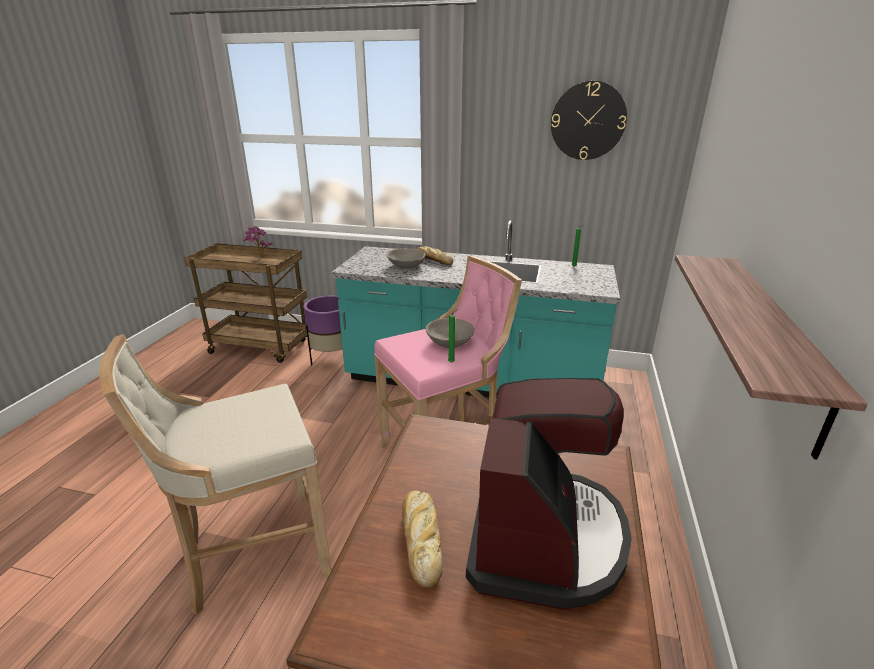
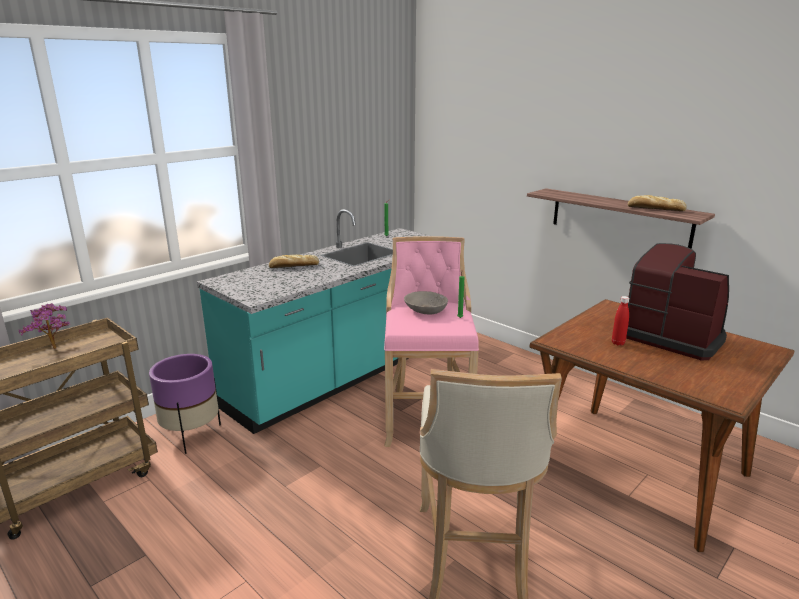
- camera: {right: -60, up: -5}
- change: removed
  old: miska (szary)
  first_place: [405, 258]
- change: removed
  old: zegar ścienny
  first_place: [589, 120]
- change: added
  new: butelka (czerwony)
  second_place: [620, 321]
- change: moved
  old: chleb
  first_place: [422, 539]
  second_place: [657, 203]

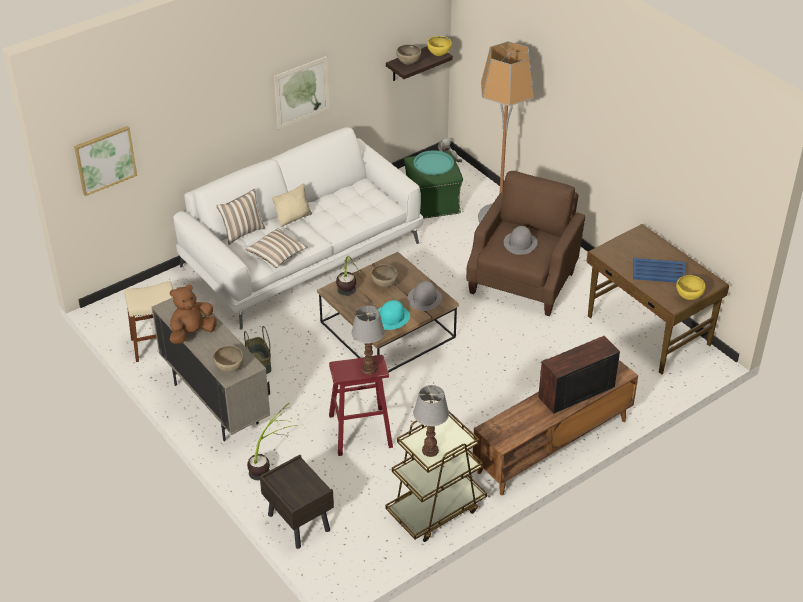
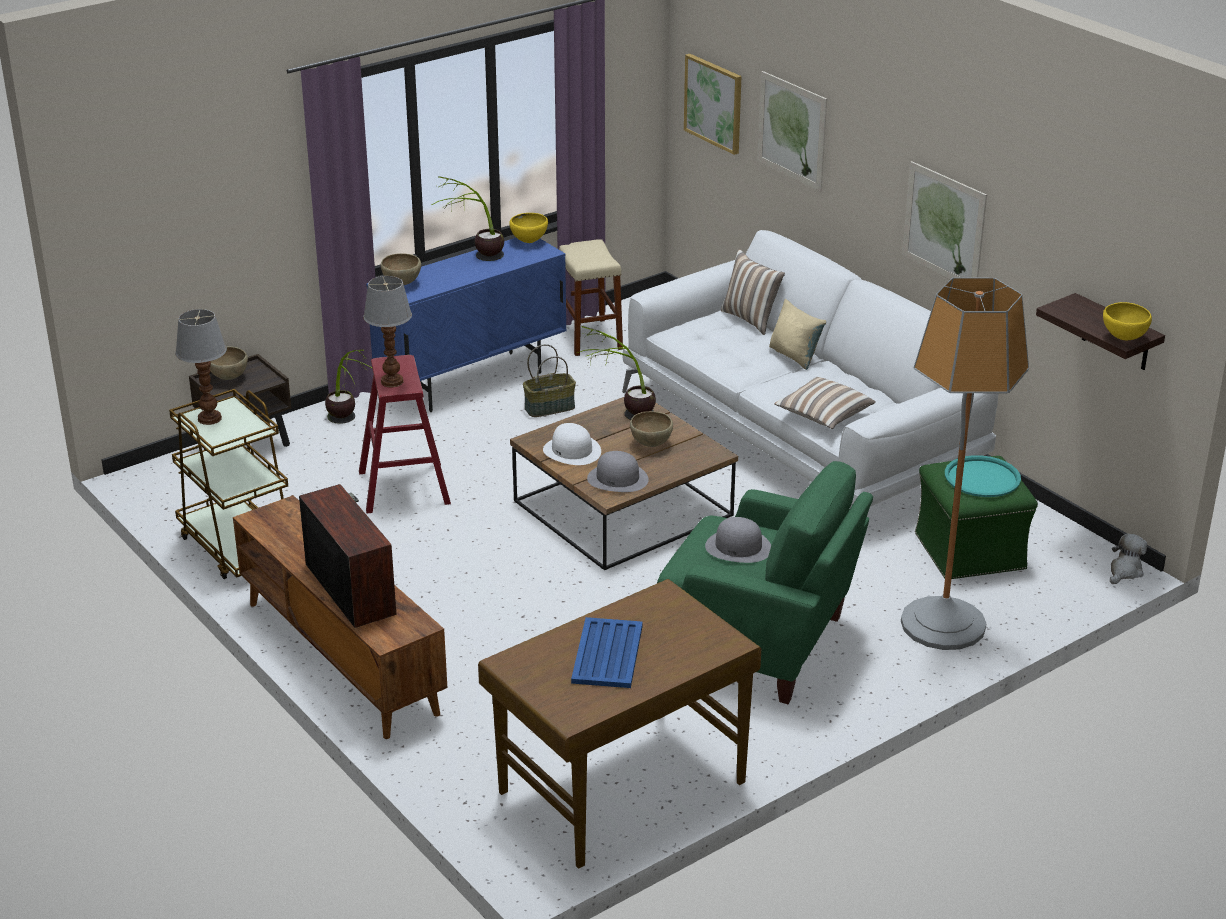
- camera: {right: 90, up: -10}
- change: added
  new: obraz
  second_place: [792, 131]
- change: moved
  old: poduszka
  first_place: [276, 248]
  second_place: [825, 403]
- change: moved
  old: miska (brązowy)
  first_place: [408, 54]
  second_place: [228, 363]
- change: moved
  old: miska (żółty)
  first_place: [691, 287]
  second_place: [528, 228]
- change: replaced
  old: pluszak (brązowy)
  new: roślina doniczkowa
  first_place: [193, 314]
  second_place: [468, 218]
- change: recoloured
  old: szafka (beżowy)
  new: szafka (niebieski)
  first_place: [210, 368]
  second_place: [466, 325]
- change: recoloured
  old: kapelusz (turkusowy)
  new: kapelusz (biały)
  first_place: [394, 315]
  second_place: [572, 444]
- change: recoloured
  old: fotel (brązowy)
  new: fotel (zielony)
  first_place: [525, 243]
  second_place: [765, 582]

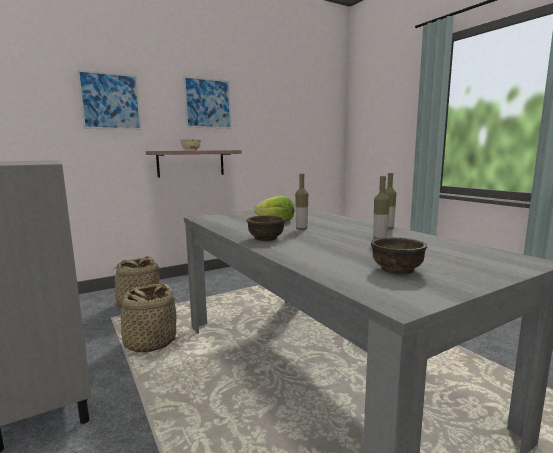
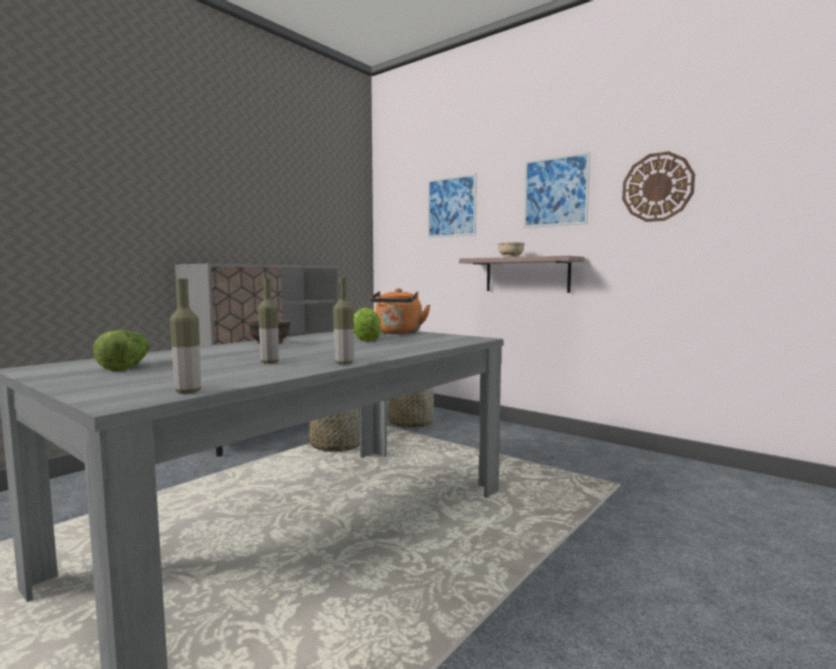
- camera: {right: 70, up: -5}
- change: added
  new: czajnik (pomarańczowy)
  second_place: [400, 311]
- change: added
  new: zegar ścienny
  second_place: [658, 186]
- change: moved
  old: butelka
  first_place: [301, 202]
  second_place: [185, 336]
- change: replaced
  old: miska (brązowy)
  new: sałata
  first_place: [399, 255]
  second_place: [121, 350]

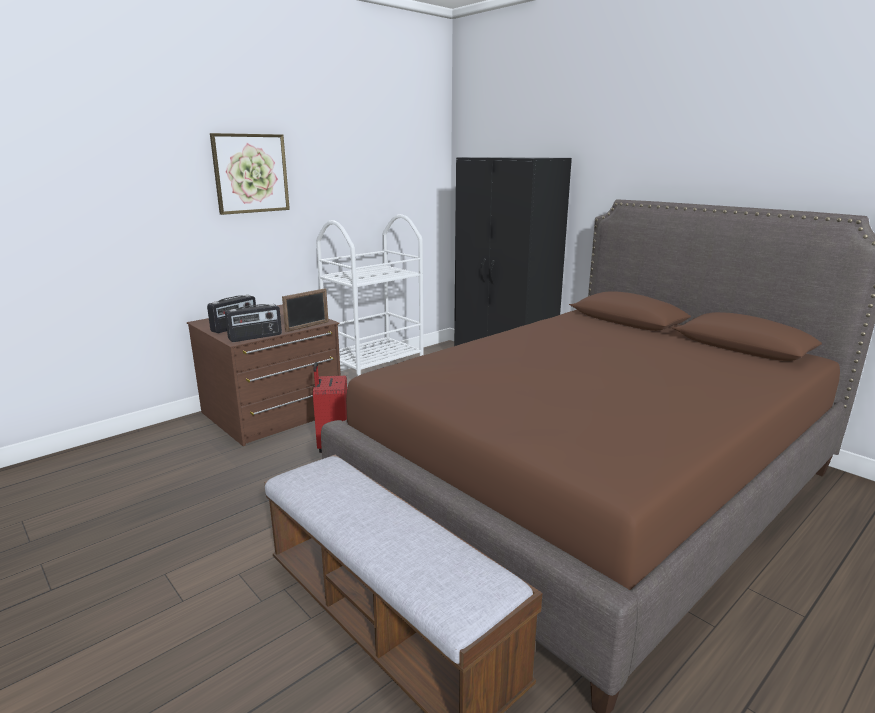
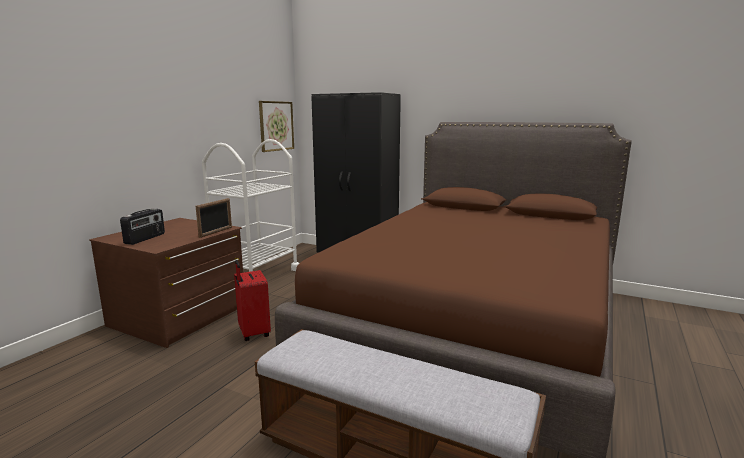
- camera: {right: -20, up: -5}
- change: removed
  old: radio
  first_place: [253, 323]
- change: moved
  old: obraz
  first_place: [250, 174]
  second_place: [276, 126]

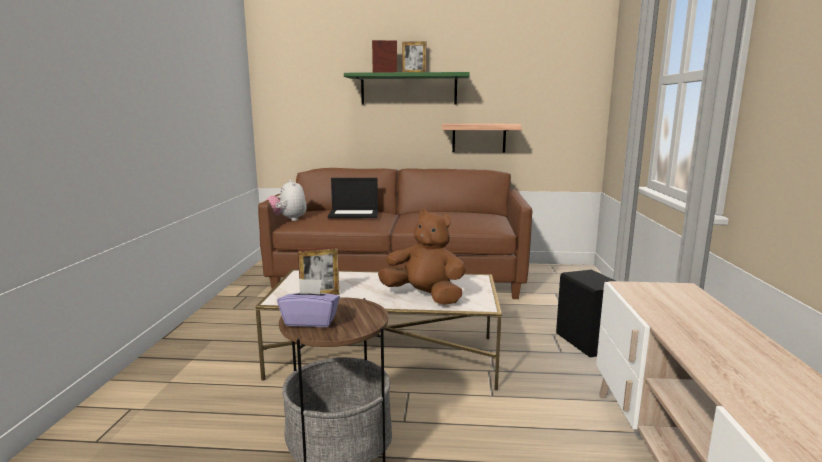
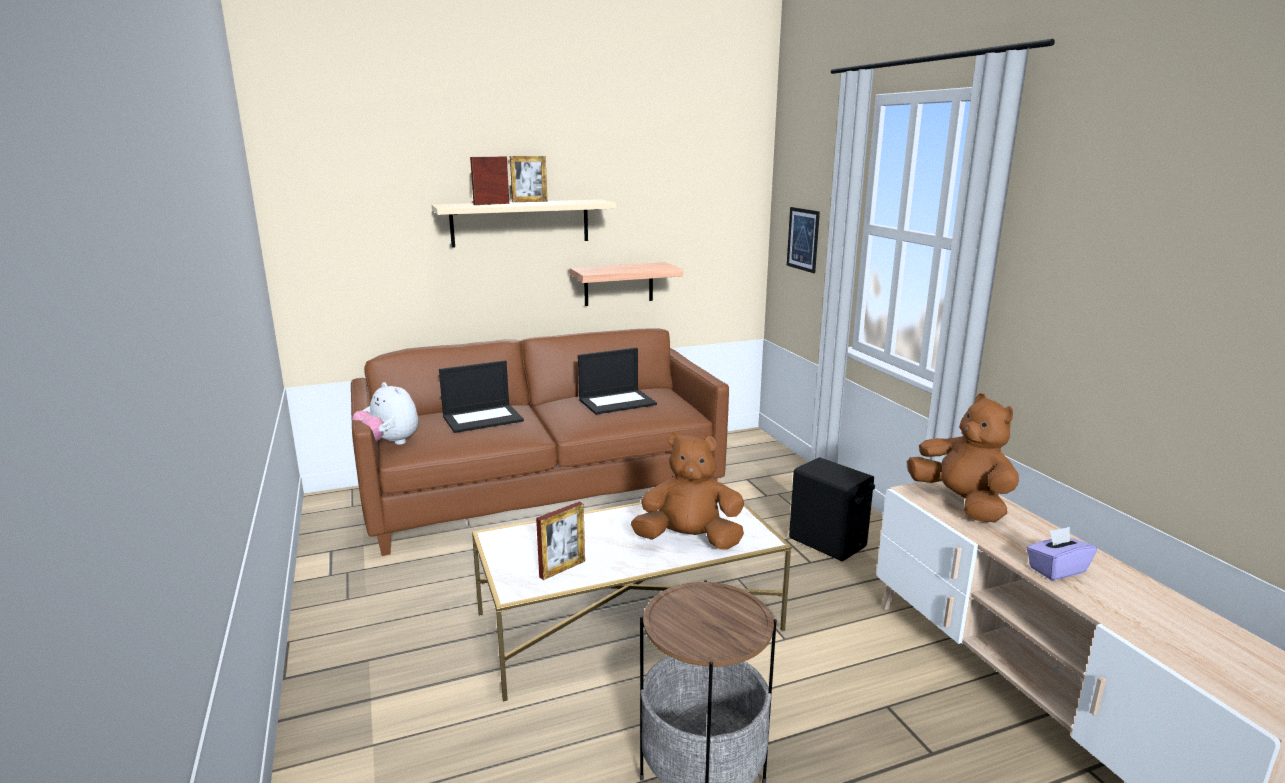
- camera: {right: -25, up: 5}
- change: added
  new: laptop
  second_place: [617, 380]
- change: added
  new: obraz
  second_place: [803, 240]
- change: added
  new: pluszak (brązowy)
  second_place: [963, 458]
- change: moved
  old: pudełko chusteczek (fioletowy)
  first_place: [308, 303]
  second_place: [1061, 553]
- change: recoloured
  old: półka (zielony)
  new: półka (beżowy)
  first_place: [407, 88]
  second_place: [524, 223]

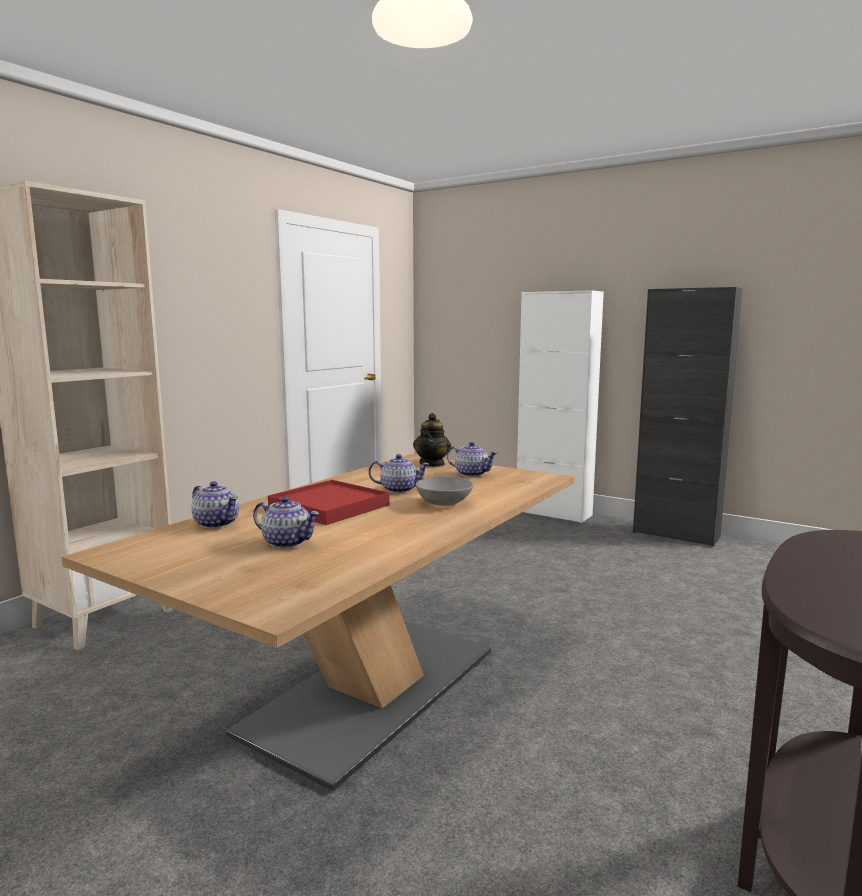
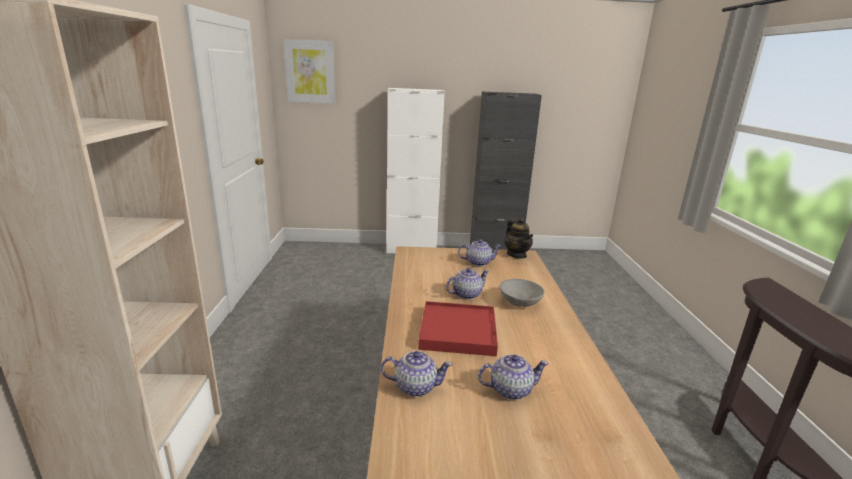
- camera: {right: -35, up: 10}
- change: added
  new: obraz
  second_place: [309, 71]
- change: moved
  old: imbryk
  first_place: [432, 440]
  second_place: [519, 238]

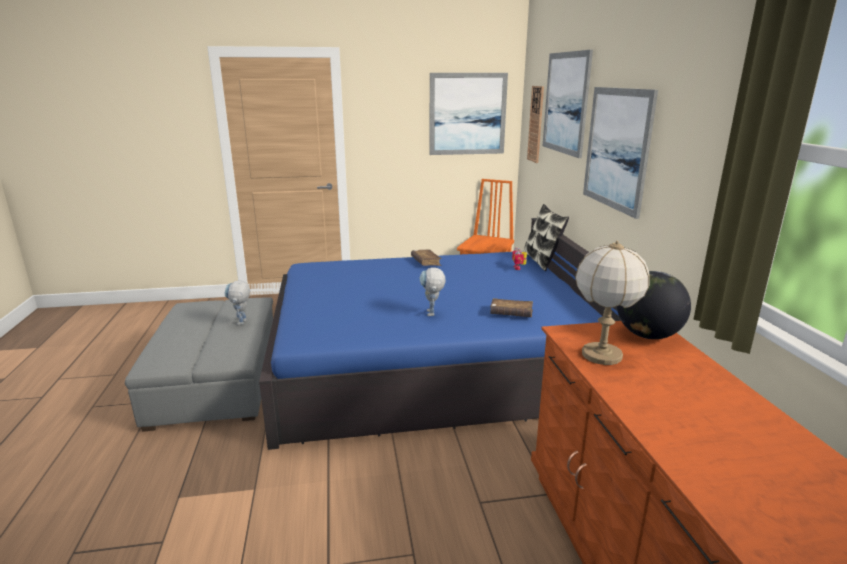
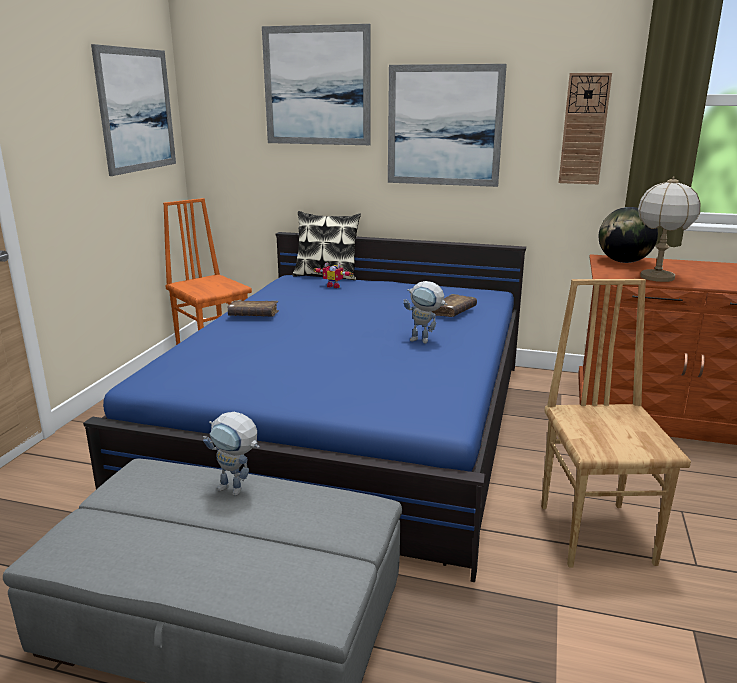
- camera: {right: -65, up: 0}
- change: added
  new: krzesło (brązowy)
  second_place: [616, 423]
- change: moved
  old: zegar ścienny
  first_place: [535, 124]
  second_place: [585, 128]

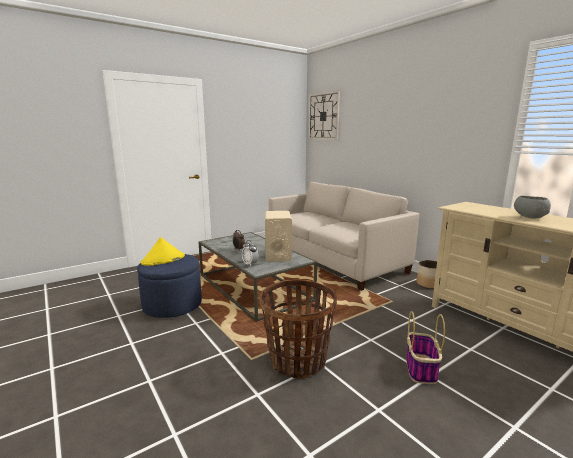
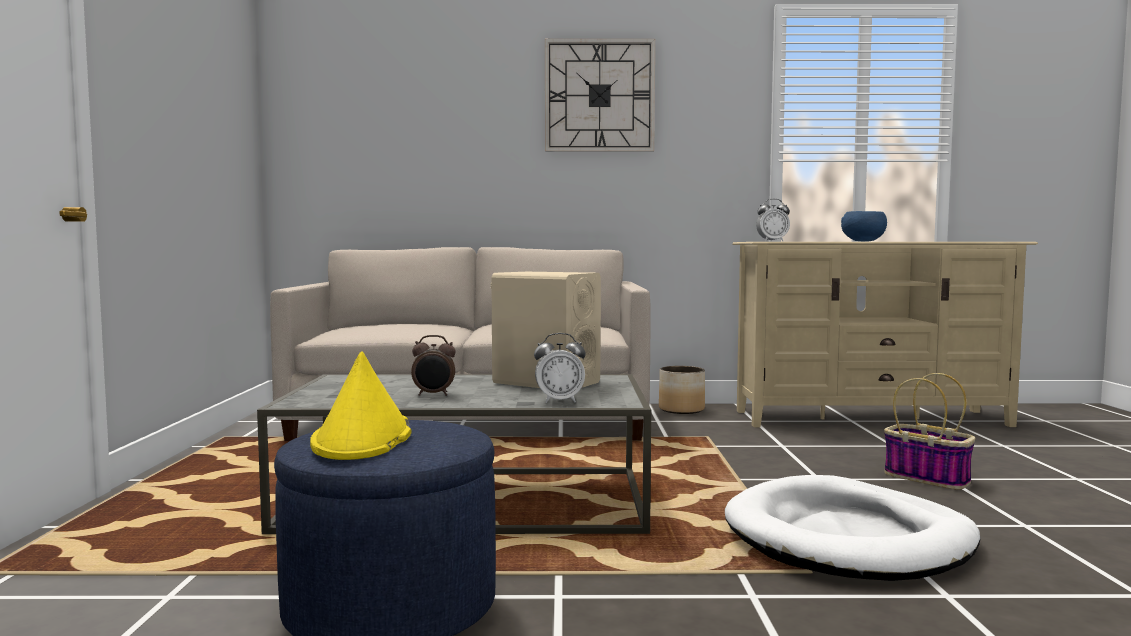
- camera: {right: -55, up: -10}
- change: added
  new: budzik
  second_place: [773, 220]
- change: moved
  old: zegar ścienny
  first_place: [324, 115]
  second_place: [600, 95]
- change: replaced
  old: koszyk
  new: legowisko (biały)
  first_place: [298, 329]
  second_place: [853, 528]
- change: recoloured
  old: miska (szary)
  new: miska (niebieski)
  first_place: [532, 207]
  second_place: [864, 226]

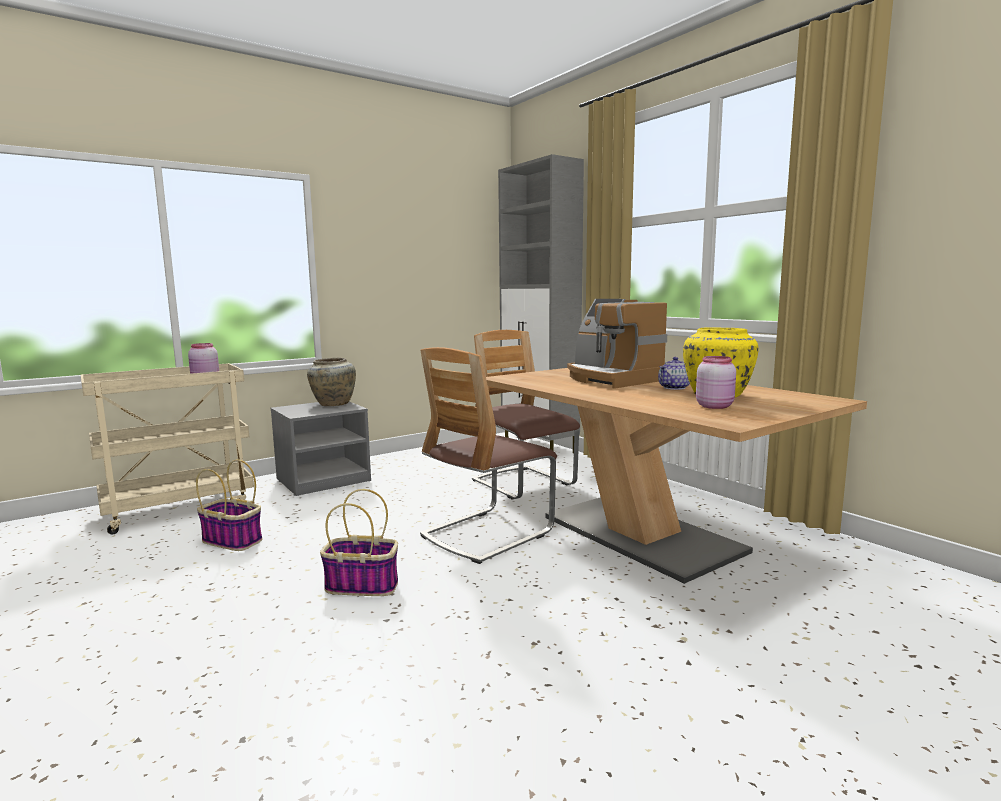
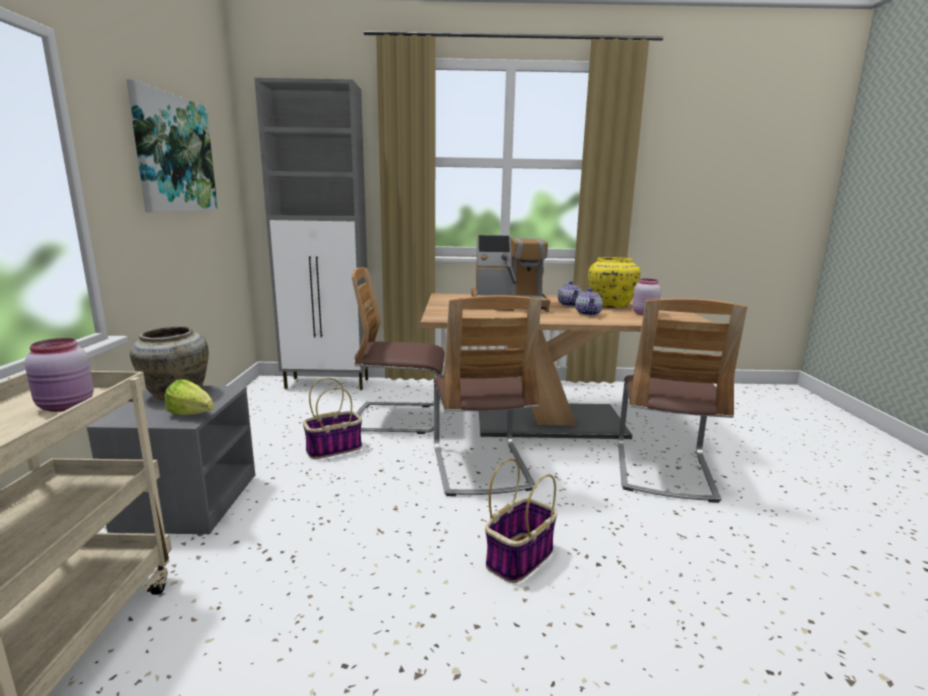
- camera: {right: -55, up: 5}
- change: added
  new: obraz
  second_place: [172, 145]
- change: added
  new: sałata
  second_place: [189, 397]
- change: added
  new: imbryk
  second_place: [589, 302]
- change: added
  new: krzesło
  second_place: [682, 400]
- change: moved
  old: koszyk
  first_place: [229, 505]
  second_place: [332, 418]

